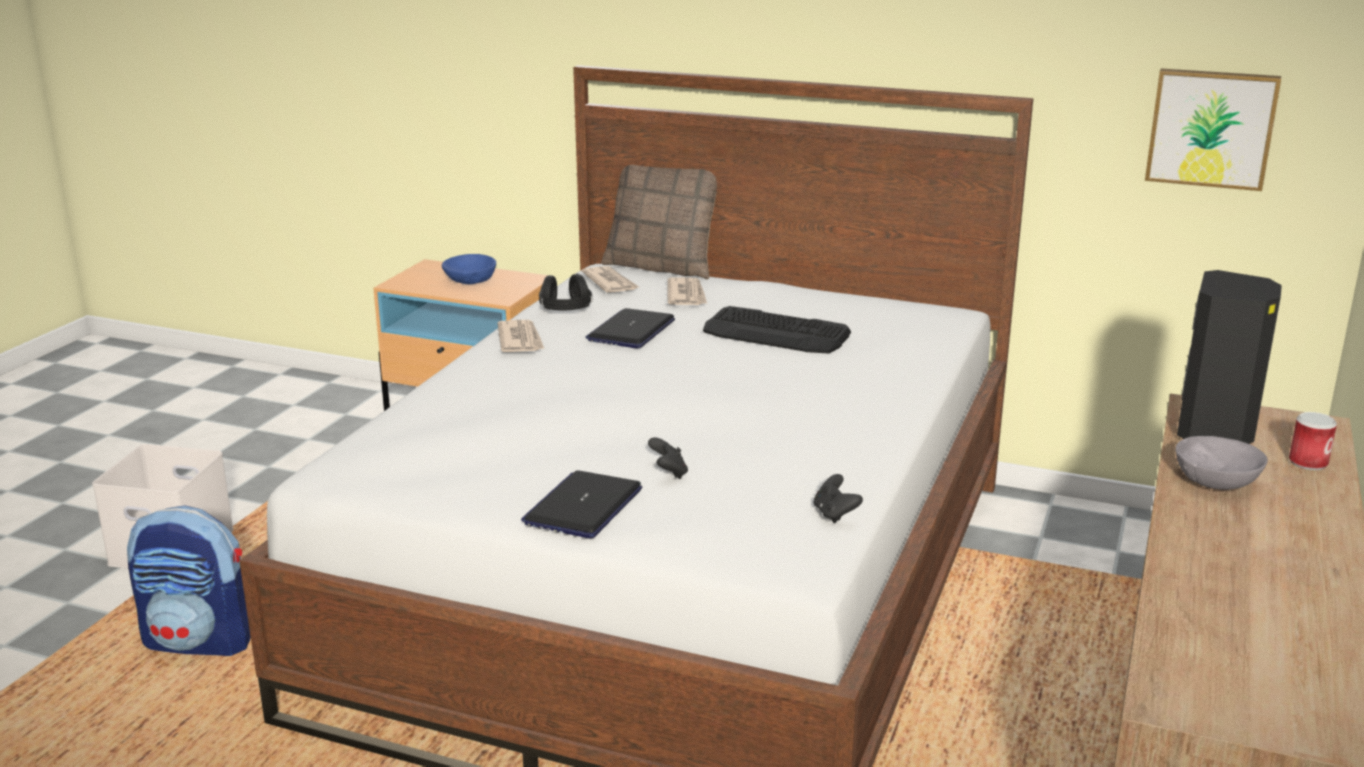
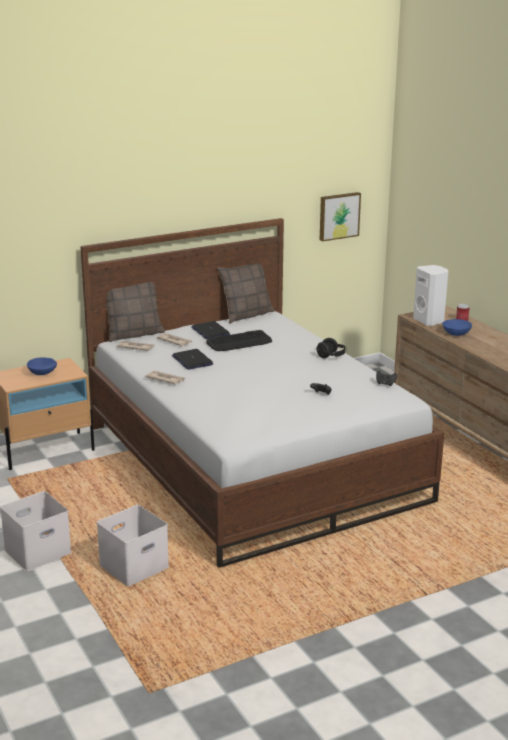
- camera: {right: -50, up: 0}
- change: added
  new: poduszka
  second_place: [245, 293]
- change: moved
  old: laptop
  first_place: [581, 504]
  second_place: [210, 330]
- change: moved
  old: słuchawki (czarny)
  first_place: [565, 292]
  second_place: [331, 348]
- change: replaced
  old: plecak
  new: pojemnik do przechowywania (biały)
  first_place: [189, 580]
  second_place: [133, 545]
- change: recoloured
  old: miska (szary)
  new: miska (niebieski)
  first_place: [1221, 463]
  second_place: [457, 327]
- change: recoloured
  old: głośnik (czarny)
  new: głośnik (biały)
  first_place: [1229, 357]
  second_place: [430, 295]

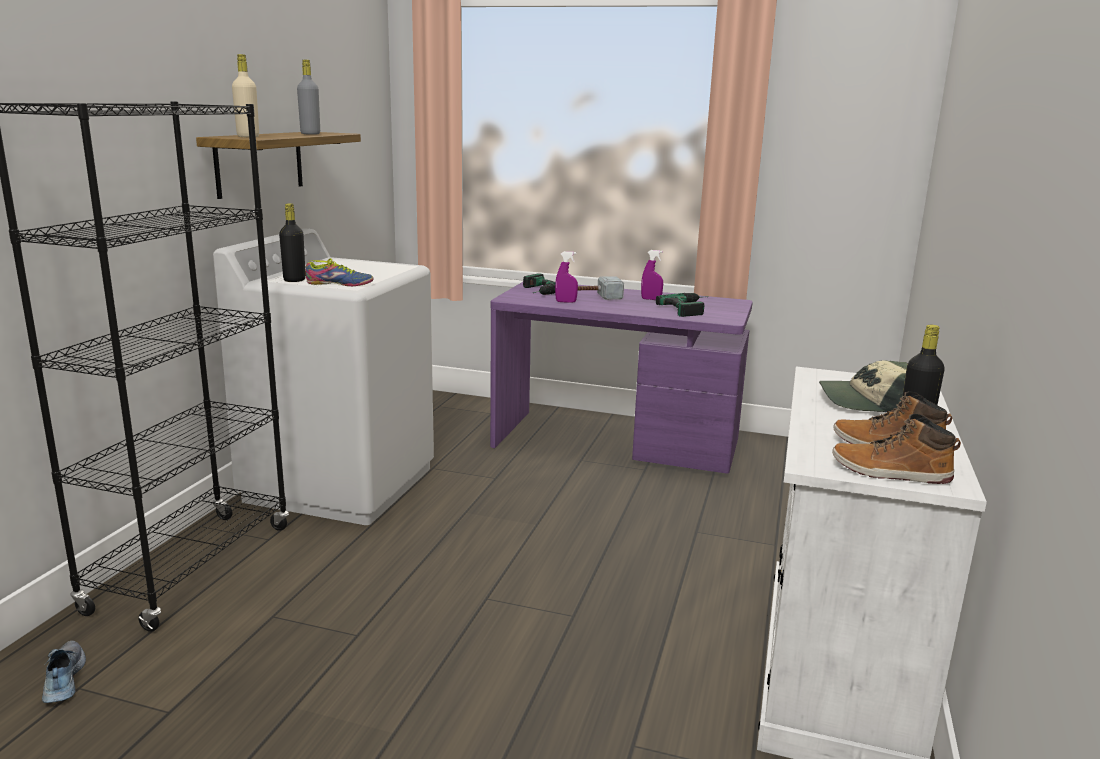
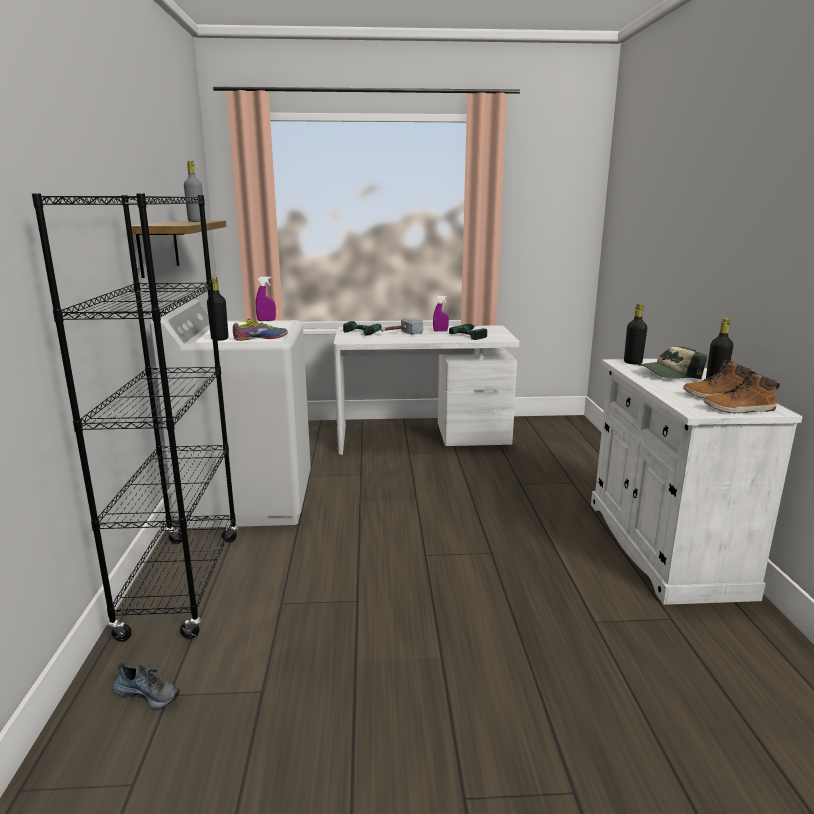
- camera: {right: -20, up: 0}
- change: removed
  old: butelka (beżowy)
  first_place: [245, 95]
- change: added
  new: butelka (czarny)
  second_place: [635, 334]
- change: moved
  old: spryskiwacz (fioletowy)
  first_place: [566, 277]
  second_place: [266, 298]
- change: recoloured
  old: biurko (fioletowy)
  new: biurko (biały)
  first_place: [621, 377]
  second_place: [427, 390]
- change: turned
  old: but
  first_place: [64, 671]
  second_place: [146, 686]
  degrees: 150

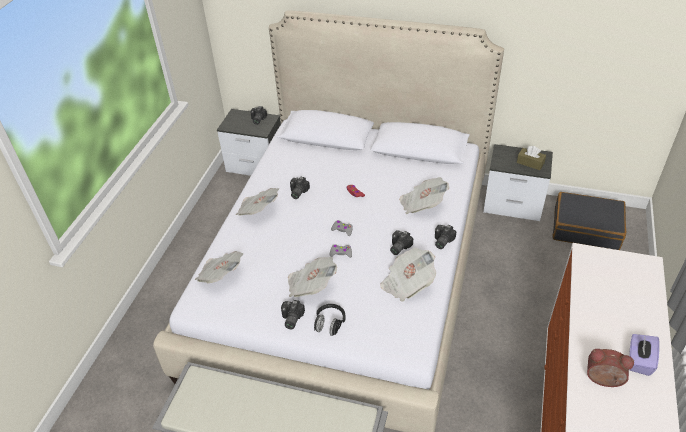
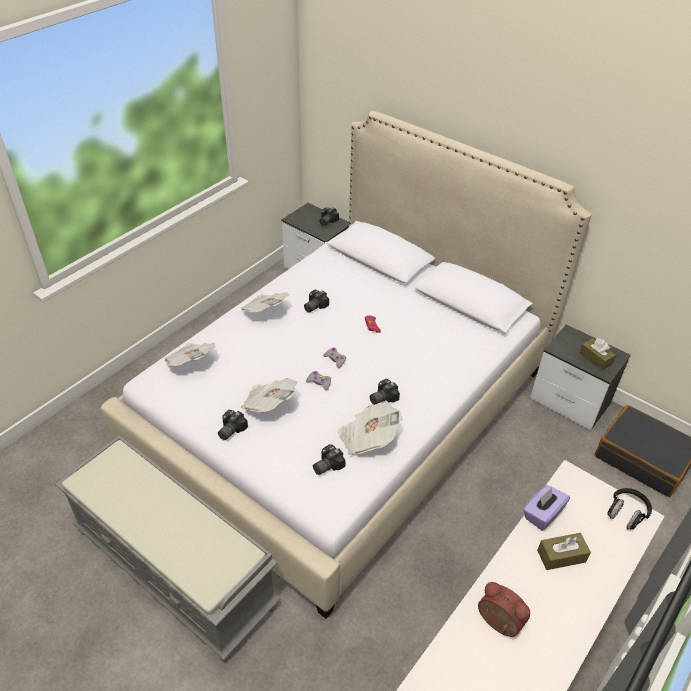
- camera: {right: 20, up: 0}
- change: removed
  old: gazeta
  first_place: [424, 195]
- change: added
  new: pudełko chusteczek (brązowy)
  second_place: [564, 551]
- change: moved
  old: słuchawki (czarny)
  first_place: [330, 320]
  second_place: [630, 509]
- change: moved
  old: aparat fotograficzny
  first_place: [445, 237]
  second_place: [329, 459]
- change: moved
  old: pudełko chusteczek (fioletowy)
  first_place: [644, 355]
  second_place: [546, 508]

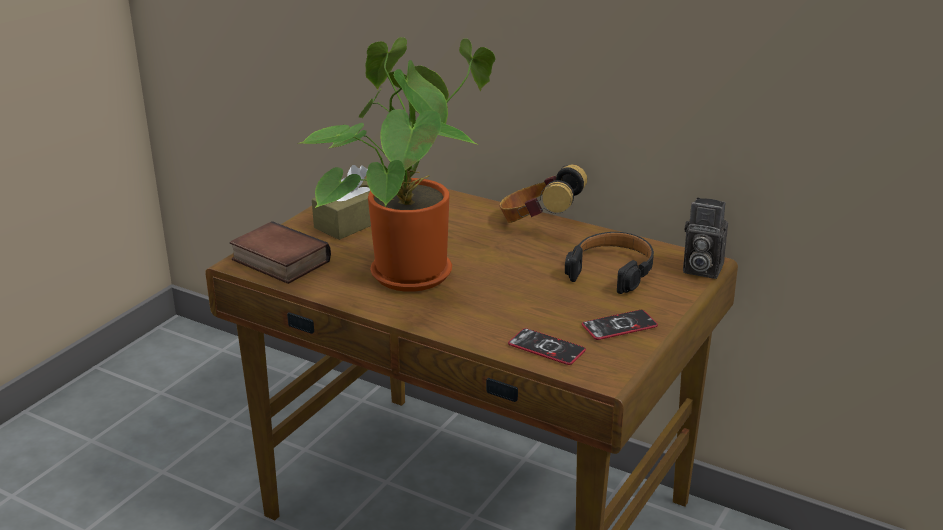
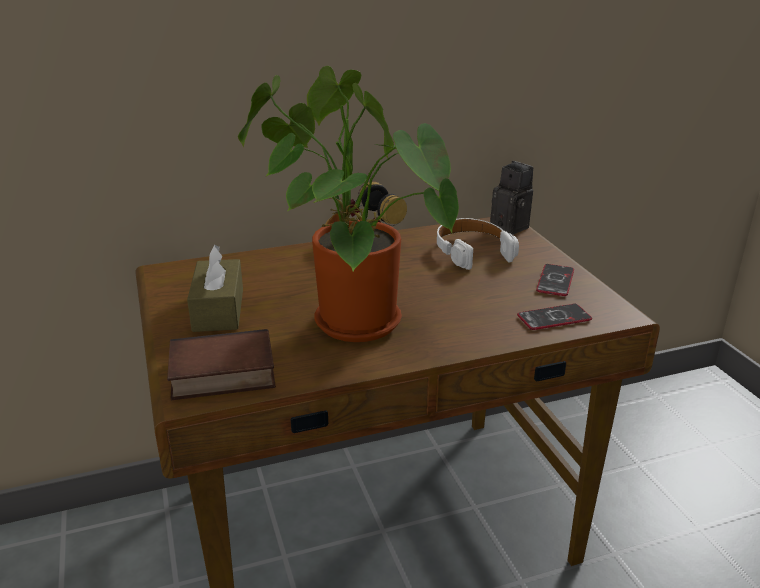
- camera: {right: -50, up: 0}
- change: recoloured
  old: słuchawki (czarny)
  new: słuchawki (biały)
  first_place: [609, 263]
  second_place: [478, 244]
- change: turned
  old: aparat fotograficzny
  first_place: [705, 238]
  second_place: [511, 198]
  degrees: -105

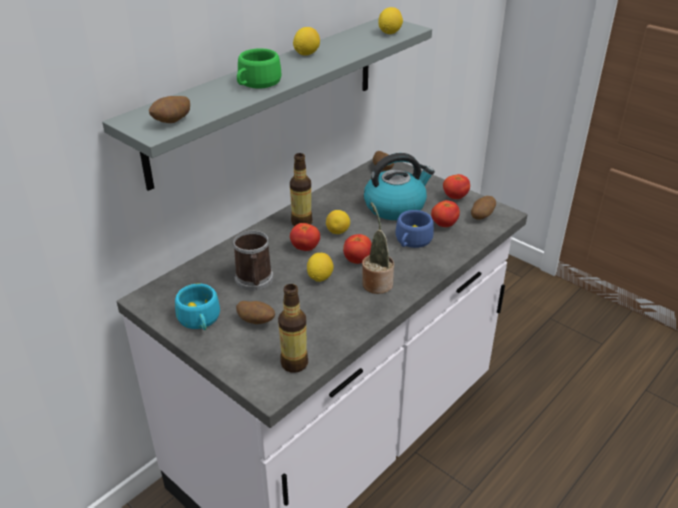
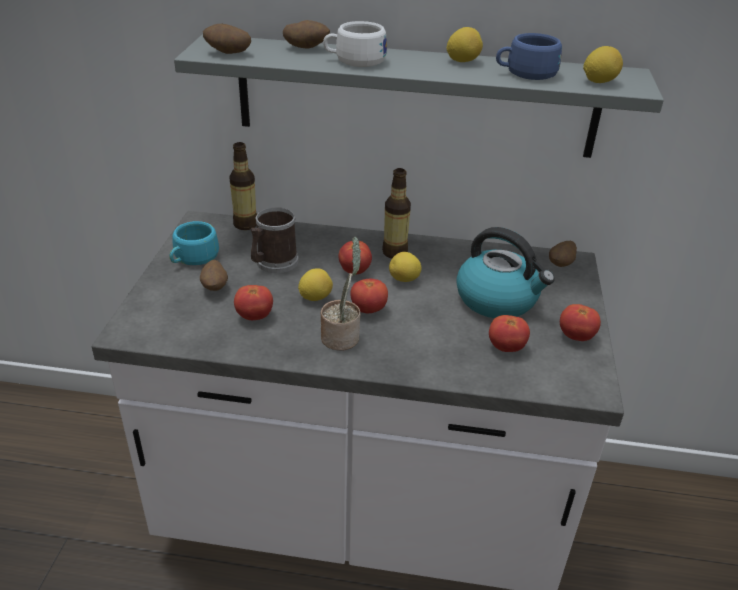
- camera: {right: 55, up: 0}
- change: added
  new: pomidor
  second_place: [253, 302]
- change: moved
  old: butelka
  first_place: [293, 328]
  second_place: [243, 186]
- change: moved
  old: filiżanka (niebieski)
  first_place: [414, 229]
  second_place: [529, 56]
- change: moved
  old: ziemniak
  first_place: [483, 208]
  second_place: [306, 34]
- change: recoloured
  old: filiżanka (zielony)
  new: filiżanka (biały)
  first_place: [259, 68]
  second_place: [355, 44]

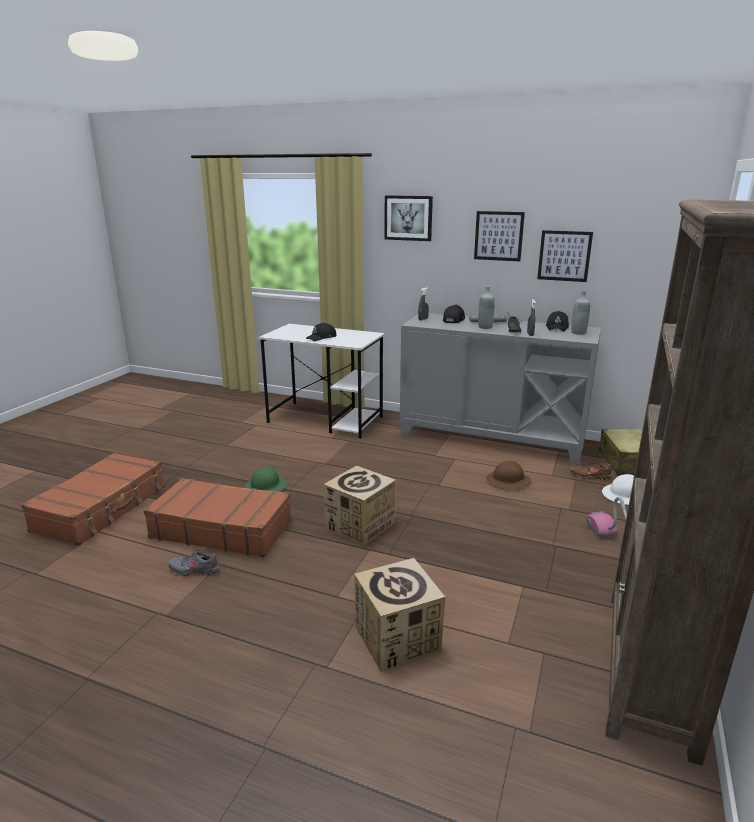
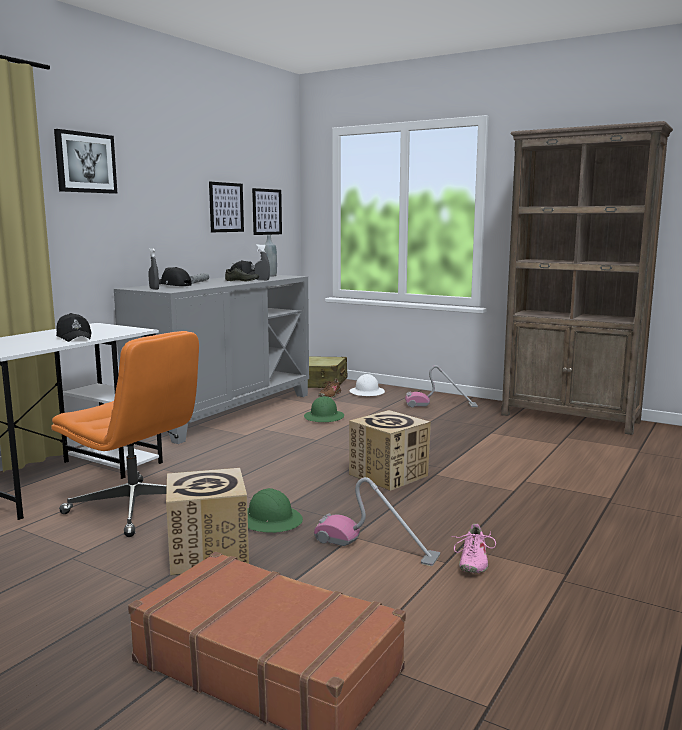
- camera: {right: -80, up: -10}
- change: removed
  old: butelka (szary)
  first_place: [486, 307]
- change: added
  new: krzesło biurowe (pomarańczowy)
  second_place: [125, 434]
- change: moved
  old: karton
  first_place: [399, 615]
  second_place: [207, 522]
- change: moved
  old: obraz
  first_place: [499, 236]
  second_place: [267, 211]
- change: replaced
  old: walizka (brązowy)
  new: odkurzacz
  first_place: [217, 517]
  second_place: [377, 521]
- change: recoloured
  old: but (szary)
  new: but (różowy)
  first_place: [194, 562]
  second_place: [474, 548]
- change: recoloured
  old: kask (brązowy)
  new: kask (zielony)
  first_place: [508, 475]
  second_place: [324, 409]

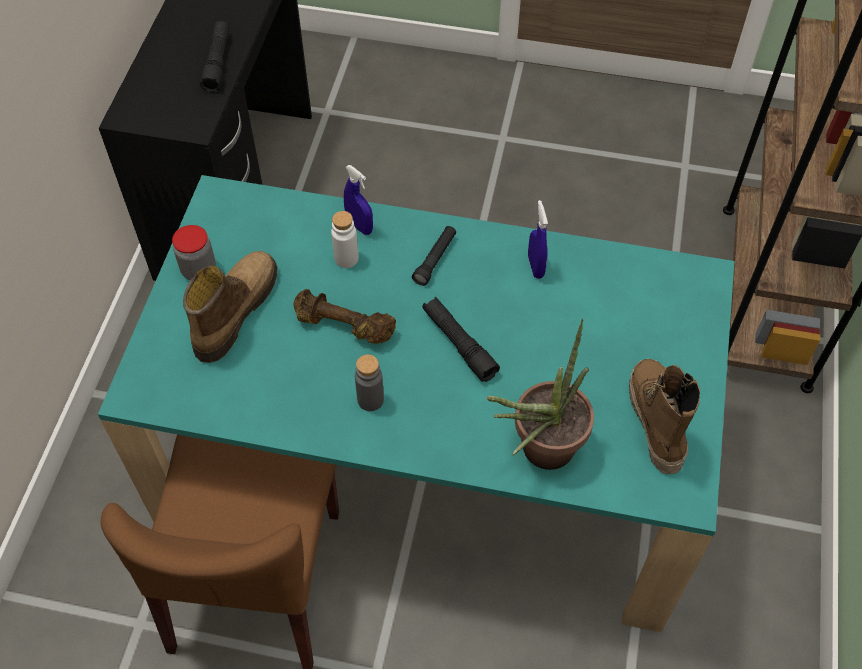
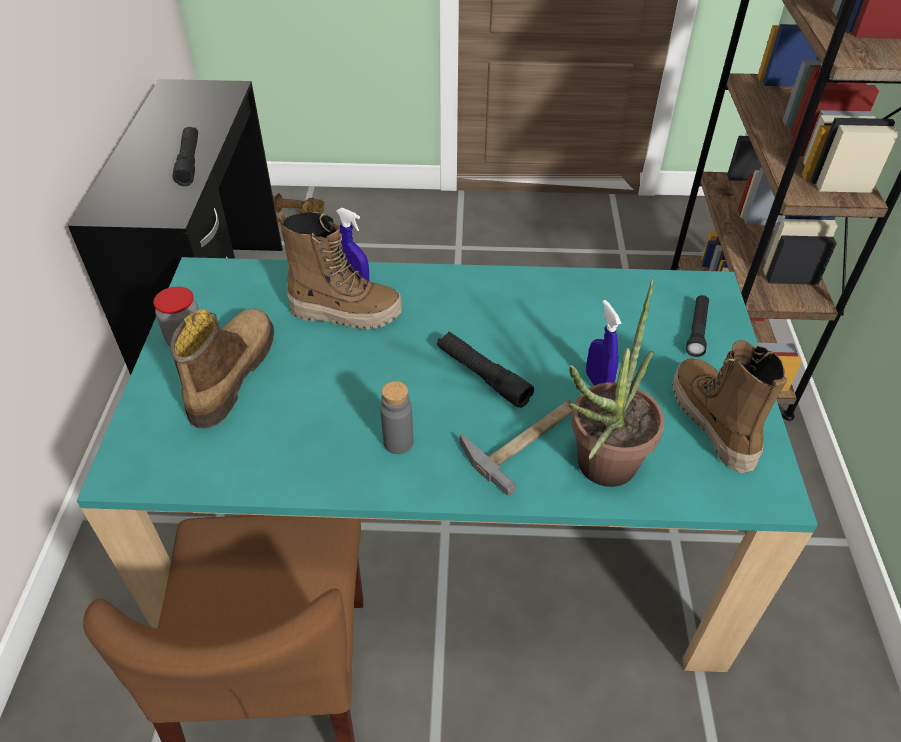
- camera: {right: -10, up: -10}
- change: added
  new: młotek
  second_place: [517, 448]
- change: moved
  old: hantel (brązowy)
  first_place: [345, 316]
  second_place: [298, 203]
- change: moved
  old: latarka (czarny)
  first_place: [434, 256]
  second_place: [697, 326]
- change: moved
  old: spryskiwacz (niebieski)
  first_place: [538, 239]
  second_place: [604, 342]
- change: replaced
  old: butelka (biały)
  new: but z cholewką
  first_place: [345, 239]
  second_place: [339, 270]

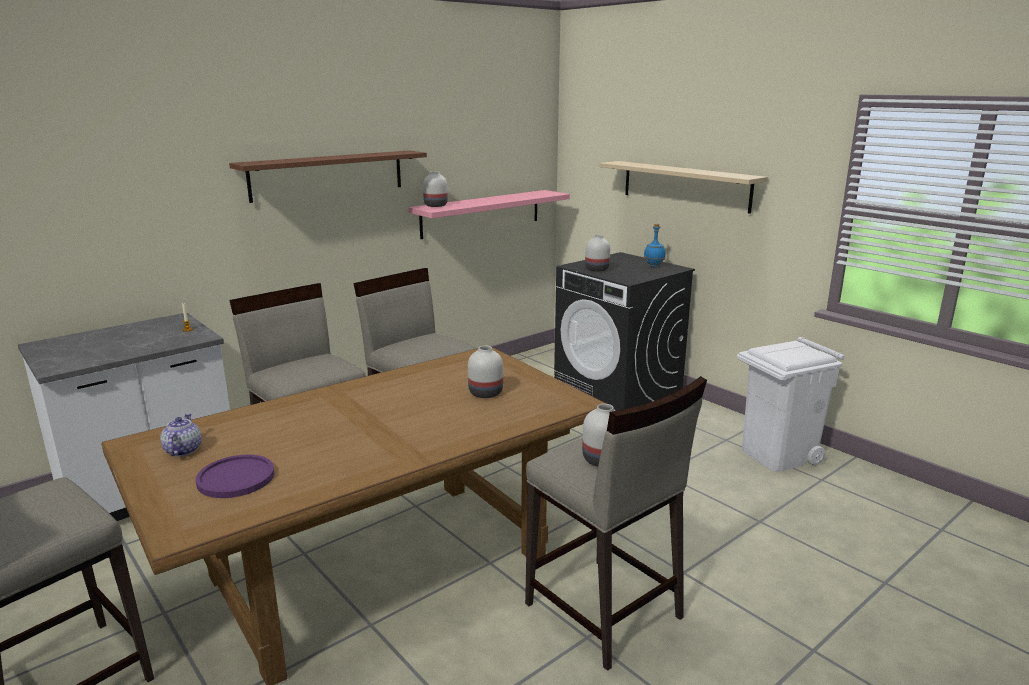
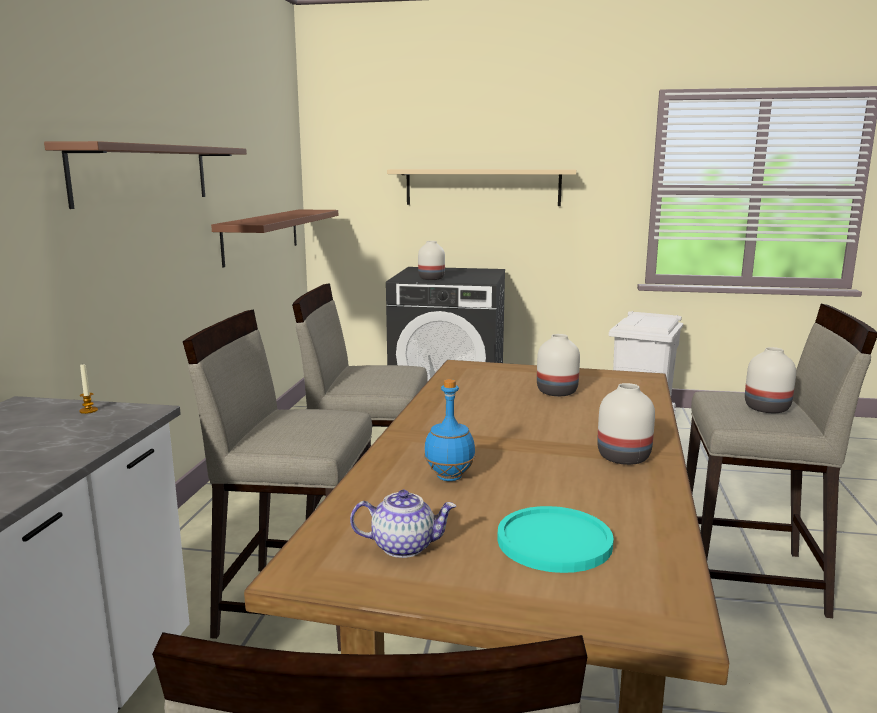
- camera: {right: -40, up: -5}
- change: moved
  old: wazon (biały)
  first_place: [435, 189]
  second_place: [626, 424]
- change: moved
  old: butelka (niebieski)
  first_place: [655, 245]
  second_place: [449, 430]
- change: recoloured
  old: talerz (fioletowy)
  new: talerz (turkusowy)
  first_place: [235, 476]
  second_place: [555, 539]
- change: recoloured
  old: półka (różowy)
  new: półka (brązowy)
  first_place: [489, 214]
  second_place: [274, 238]
- change: turned
  old: imbryk
  first_place: [181, 435]
  second_place: [403, 524]
  degrees: 135

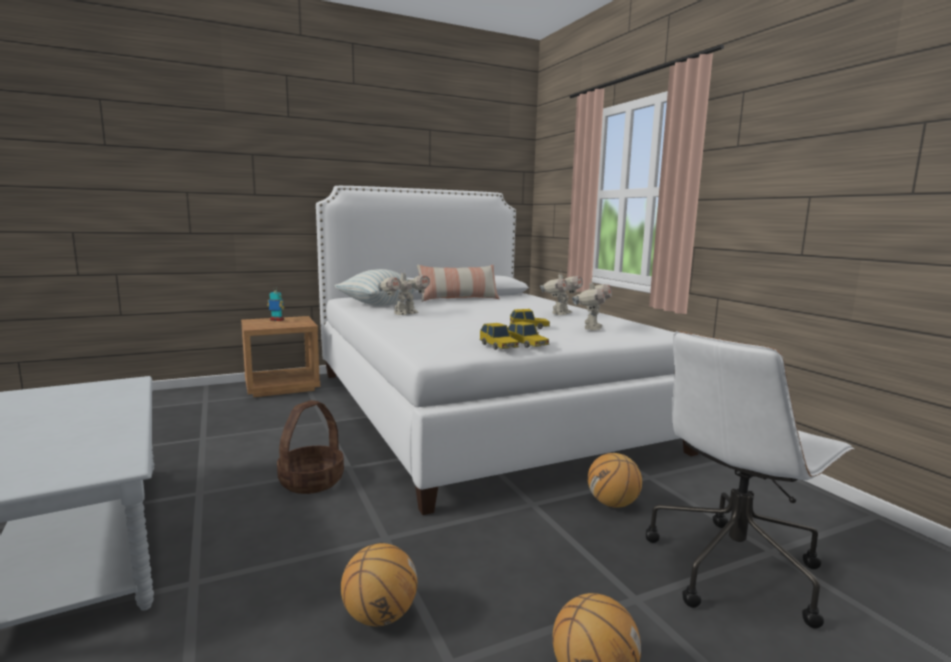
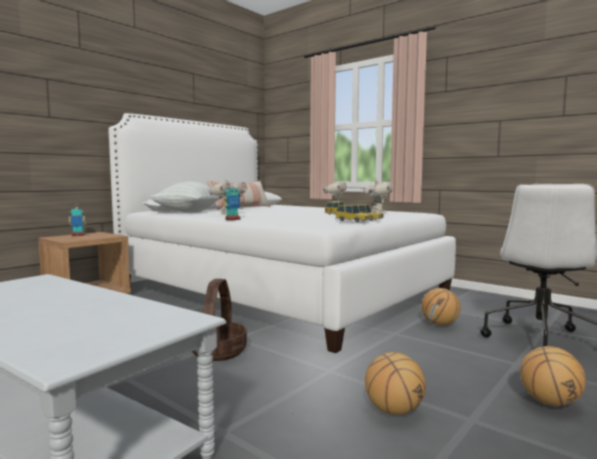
- camera: {right: -25, up: -5}
- change: added
  new: robot zabawkowy
  second_place: [232, 202]

